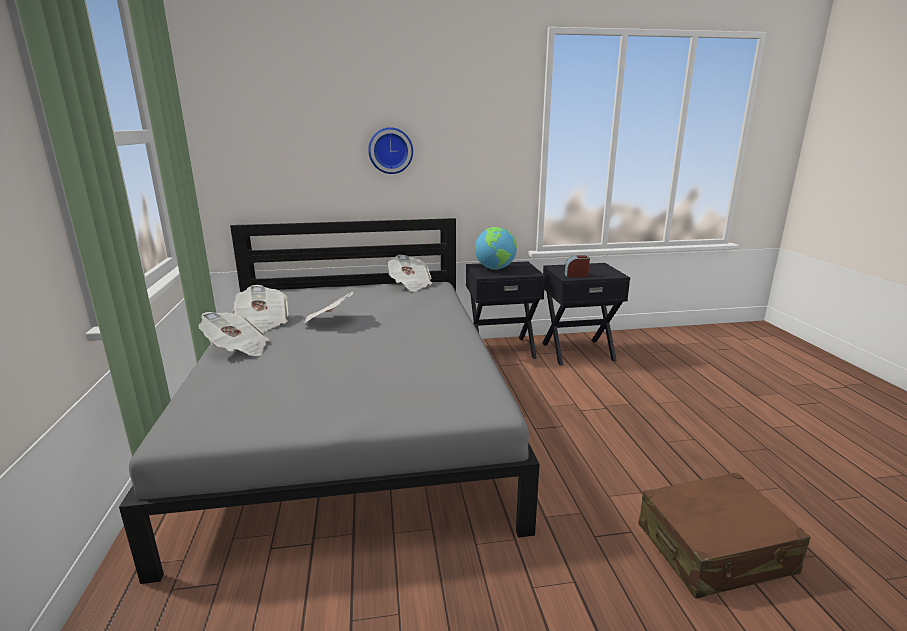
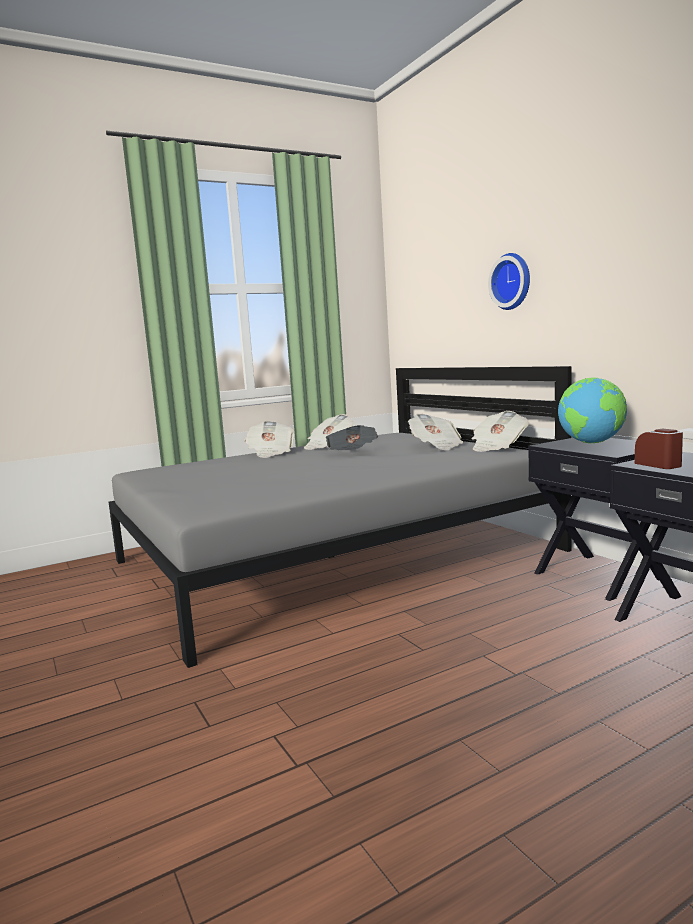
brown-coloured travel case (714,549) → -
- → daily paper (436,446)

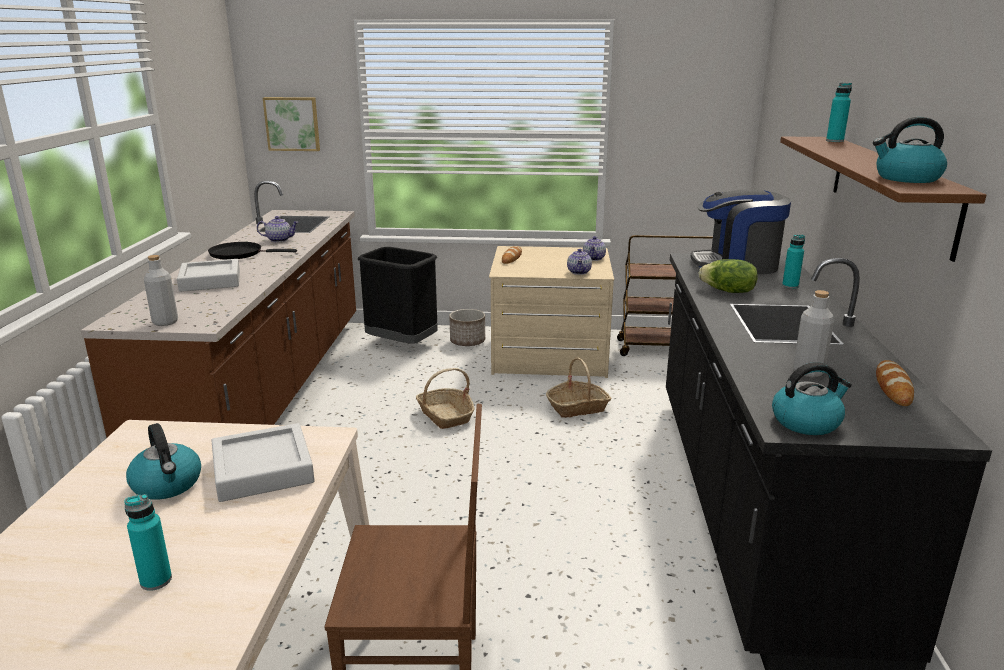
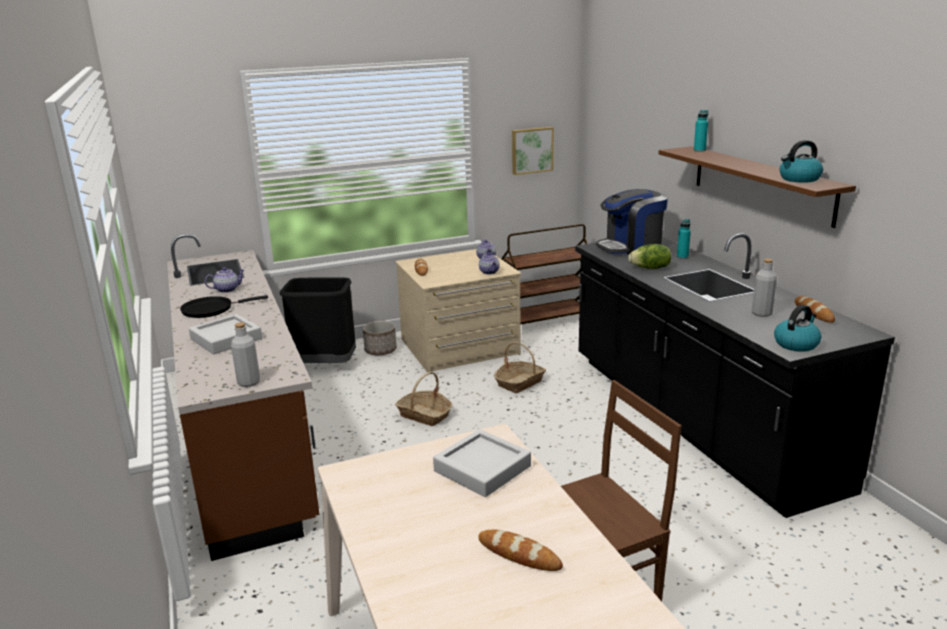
wall picture (292,124) → wall picture (531,150), moved
tea kettle (167,485) → -
blue-green drink bottle (156,580) → bakery bread (519,554)

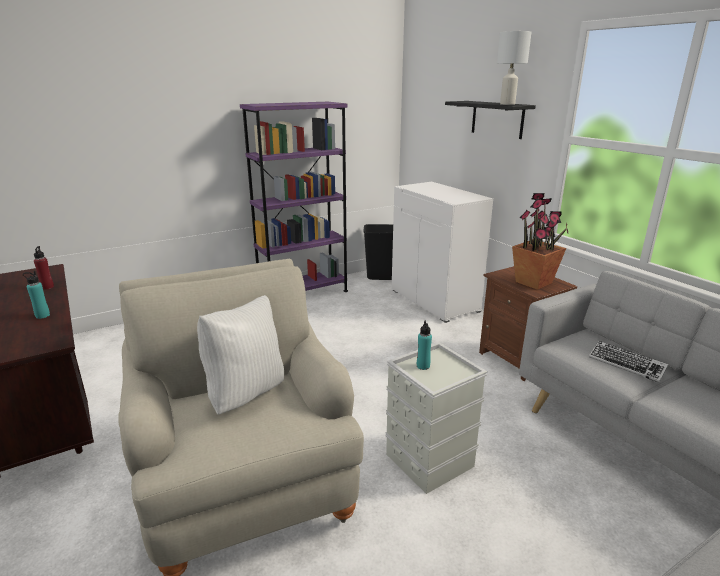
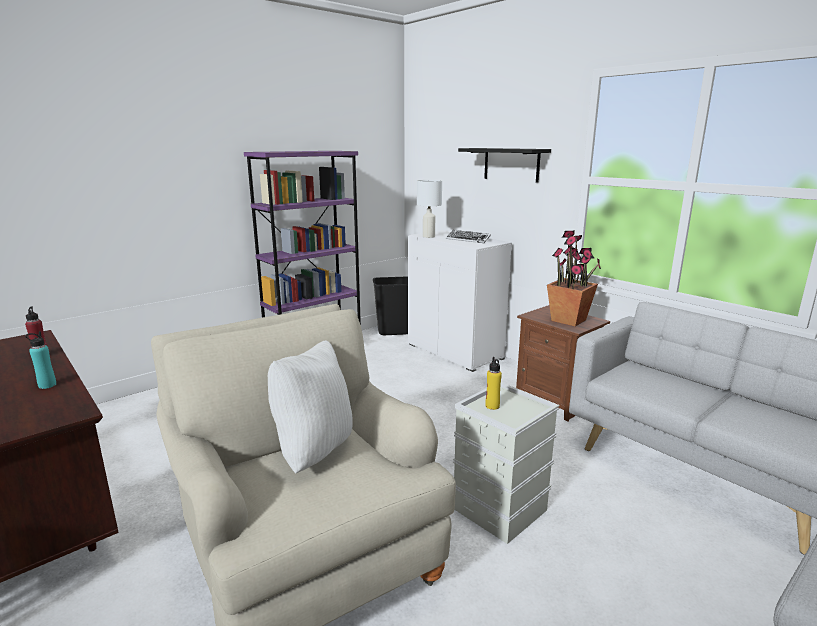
white-coloured lamp for a table (507,104) → white-coloured lamp for a table (429,236), moved
blue-green drink bottle (423,366) → yellow drink bottle (492,406)
keyboard (626,364) → keyboard (468,239), moved

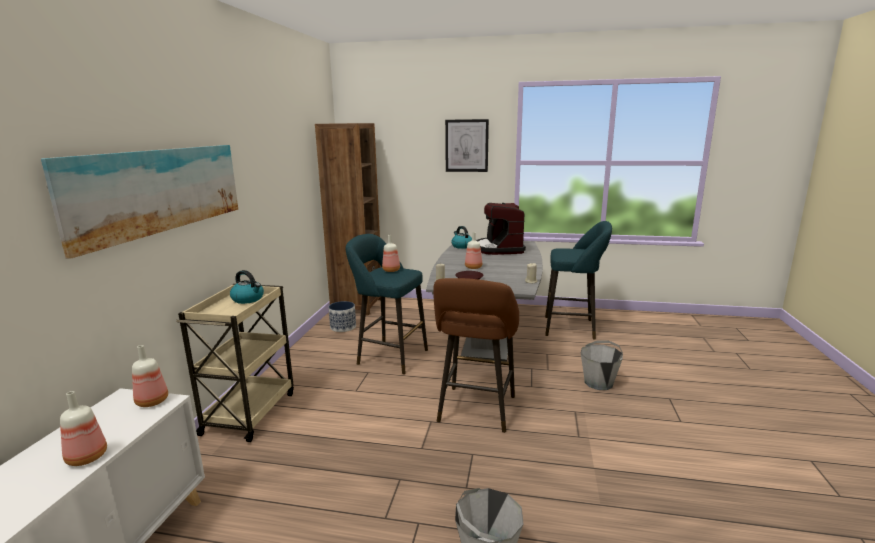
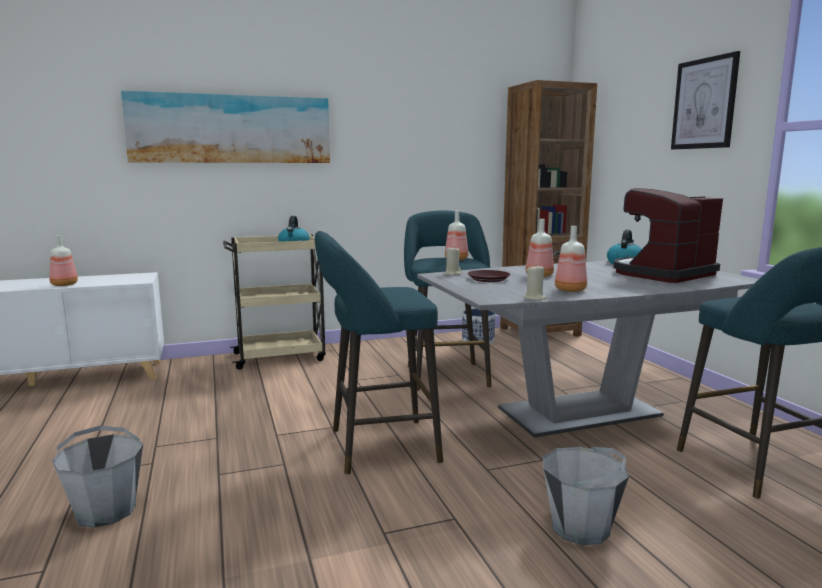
brown-coloured sitting stool (475,411) → blue-green sitting stool (377,446)
drink bottle (151,401) → drink bottle (570,290), moved

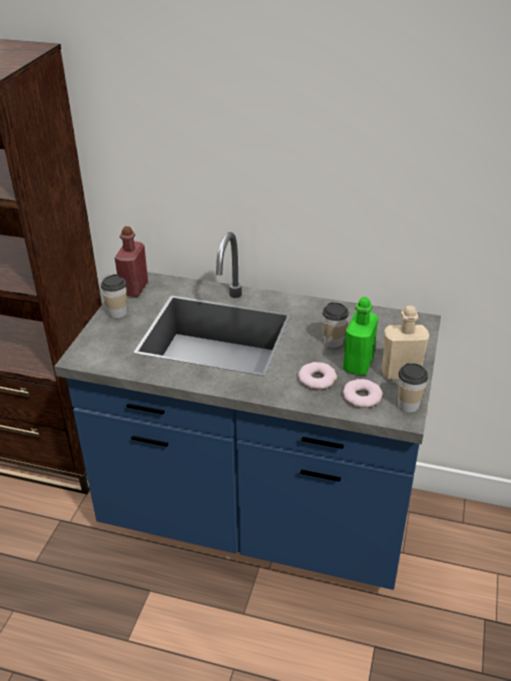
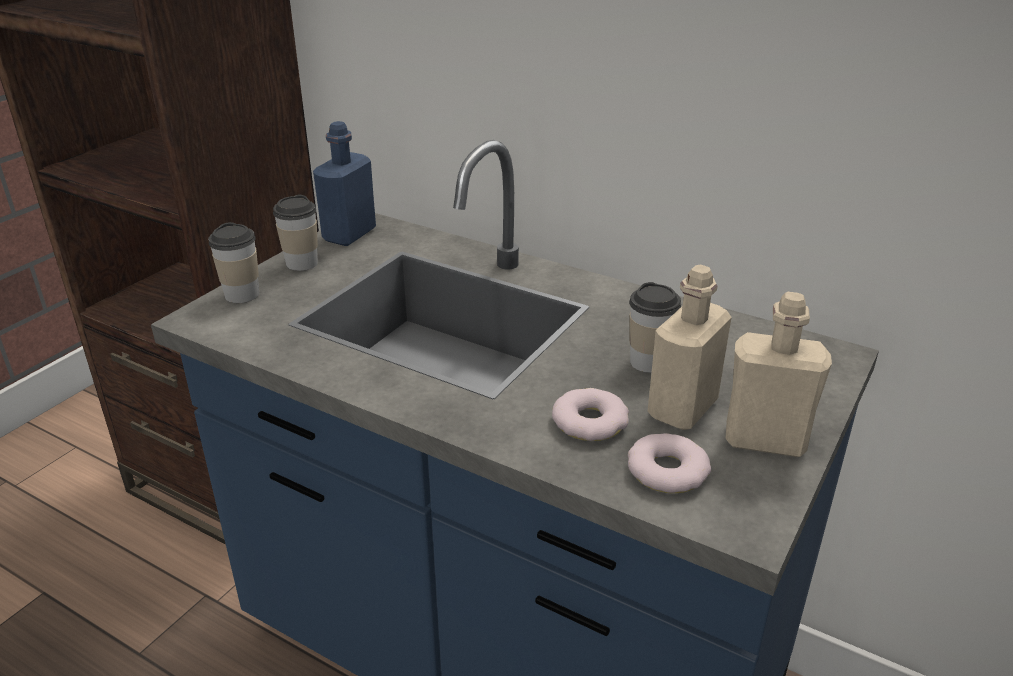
red-coloured drink bottle (134,288) → bluish drink bottle (349,234)
green drink bottle (358,364) → sand-coloured drink bottle (682,408)
small cup (408,405) → small cup (242,294), moved

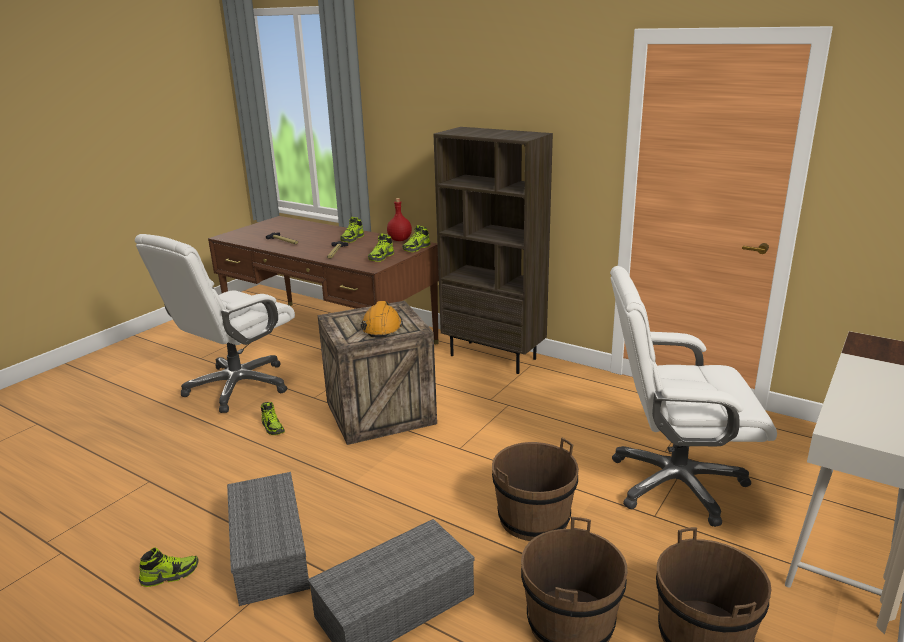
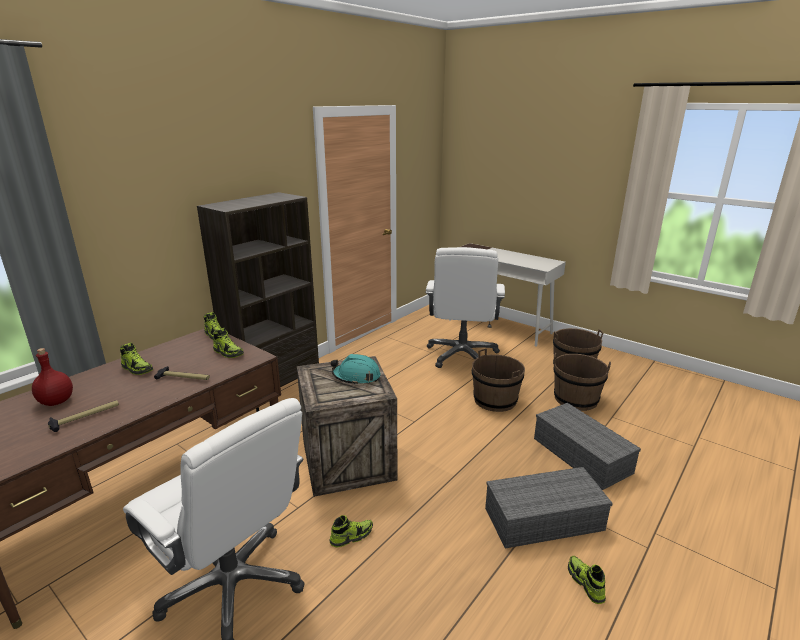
red-coloured drink bottle (400,240) → red-coloured drink bottle (57,401), moved
orange-coloured work helmet (382,327) → blue-green work helmet (356,377)

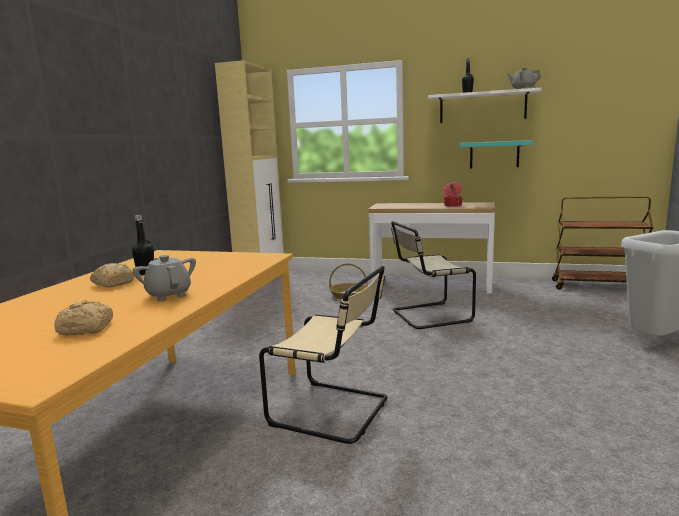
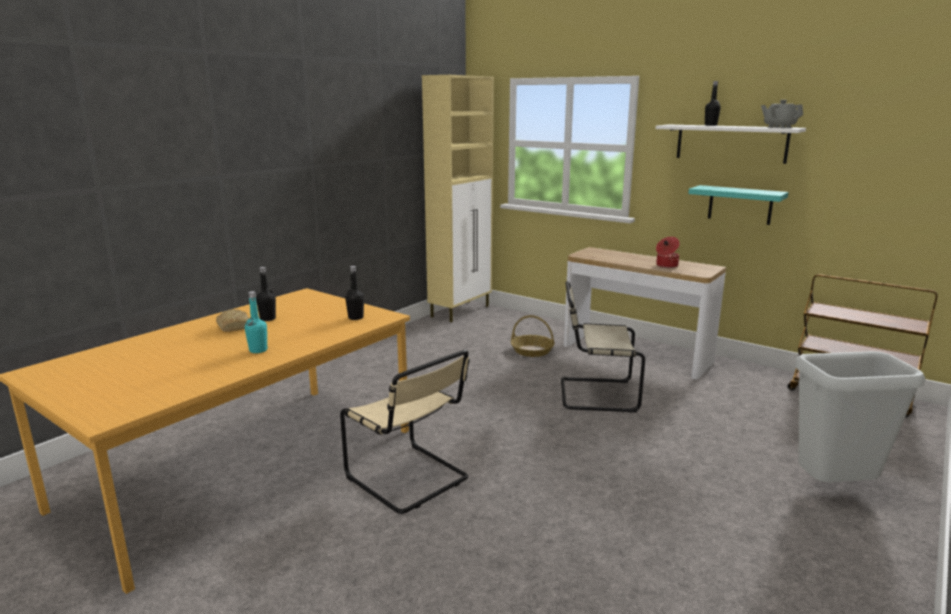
gray tea pot (169,295) → blue-green drink bottle (258,350)
bakery bread (87,329) → -
- → black-coloured drink bottle (355,317)

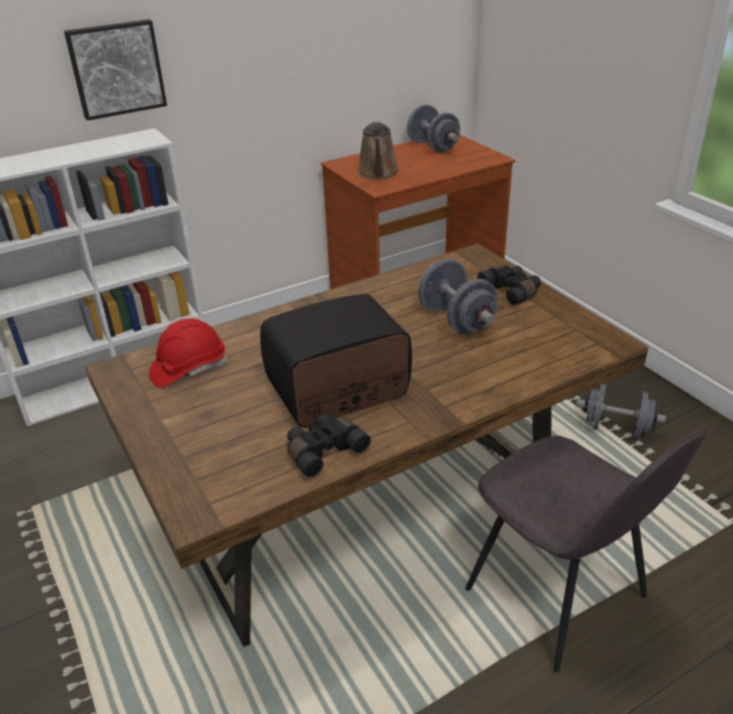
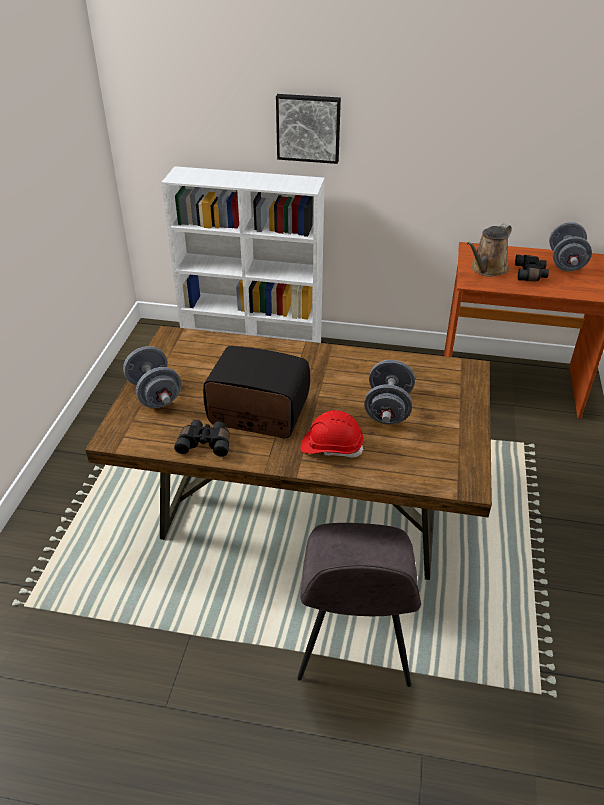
black-coloured field glasses (512,291) → black-coloured field glasses (530,274), moved
red-coloured work helmet (188,368) → red-coloured work helmet (331,447), moved
gray hand weight (616,428) → gray hand weight (155,394), moved

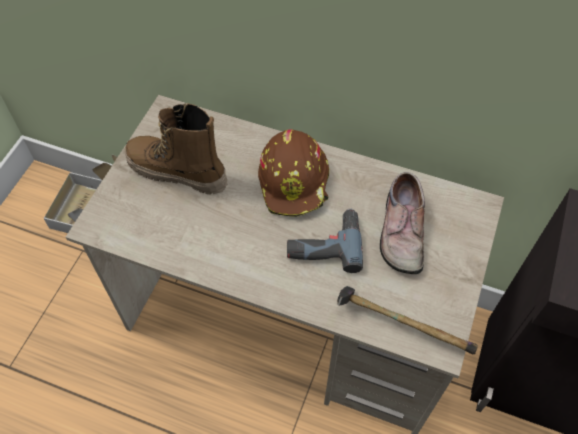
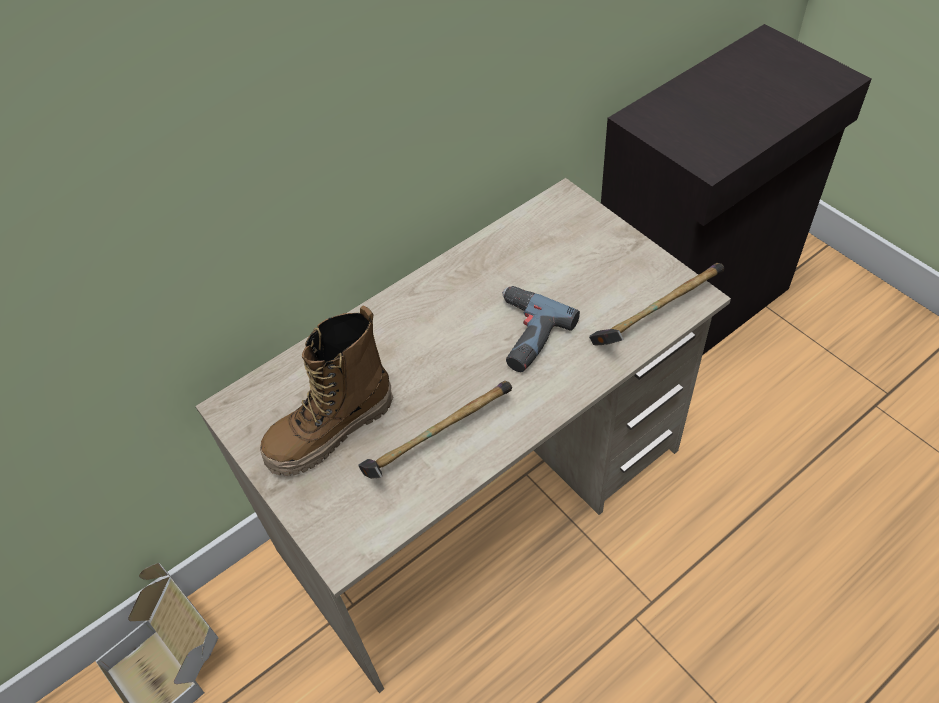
brown-coloured work helmet (295,181) → -
low shoe (400,231) → -
- → tool hammer (435,441)

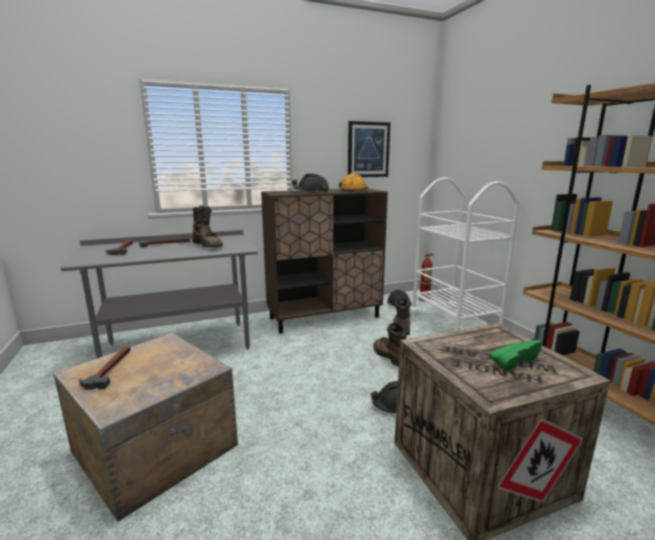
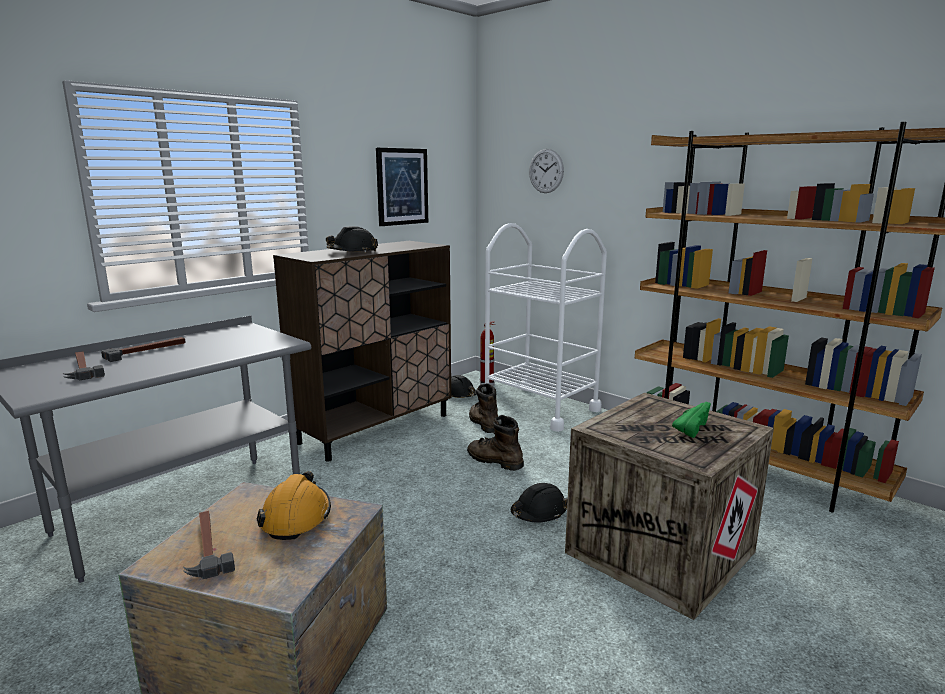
orange-coloured work helmet (353,190) → orange-coloured work helmet (296,517), moved
brown-coloured high-top boot (208,245) → -
- → hanging clock (546,171)

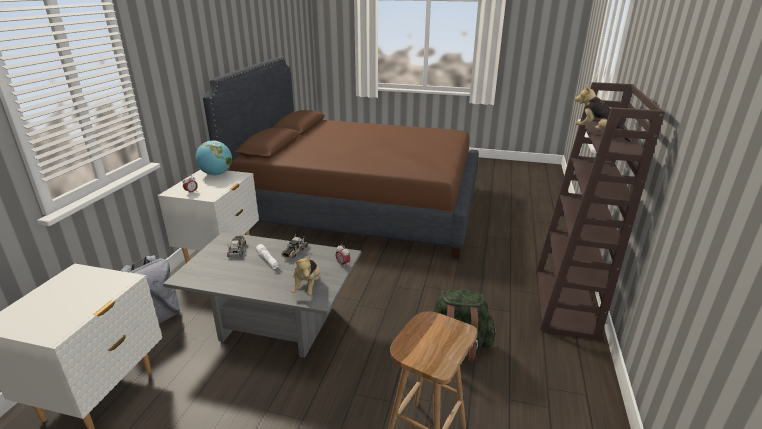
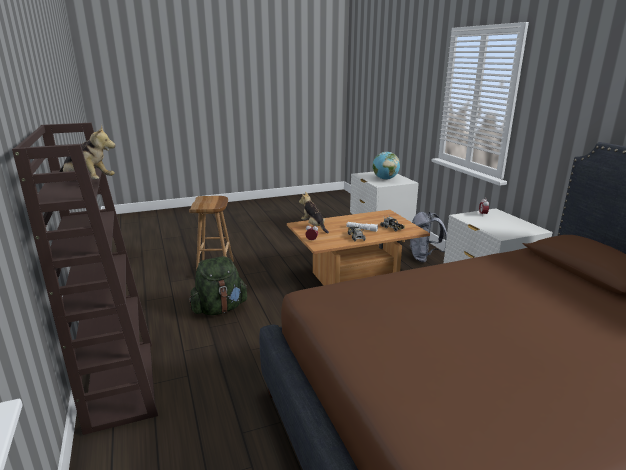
world globe (216,174) → world globe (385,179), moved
gray lounge table (275,325) → brown-coloured lounge table (354,278)

